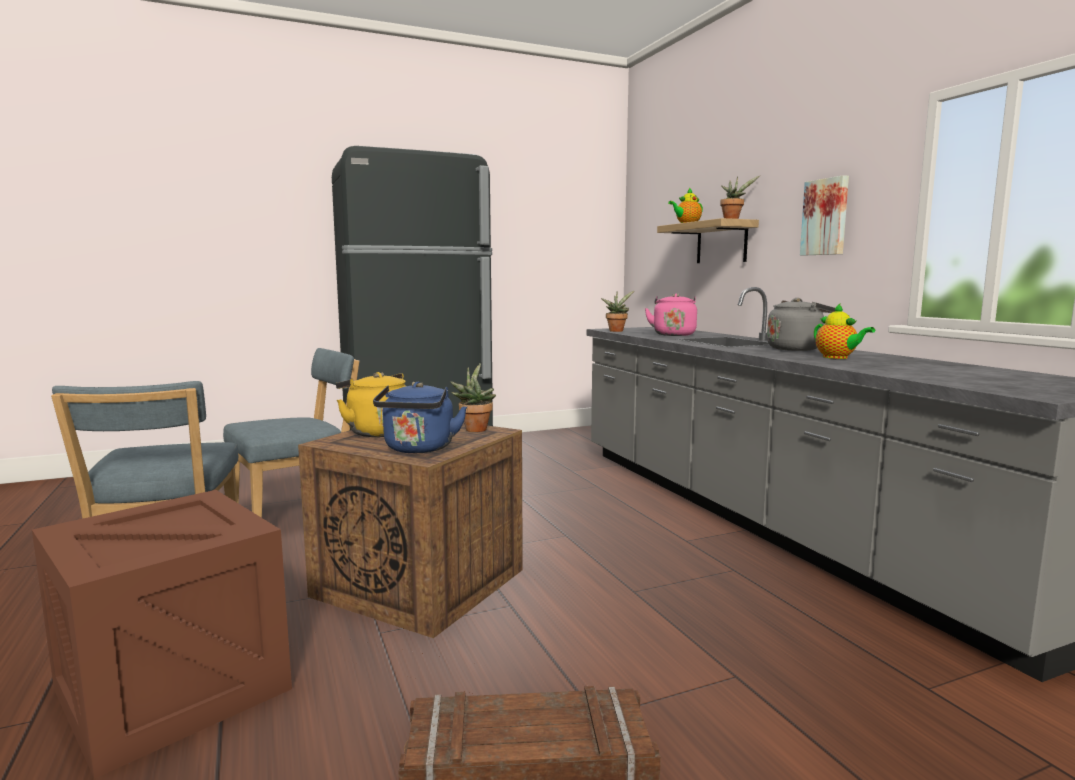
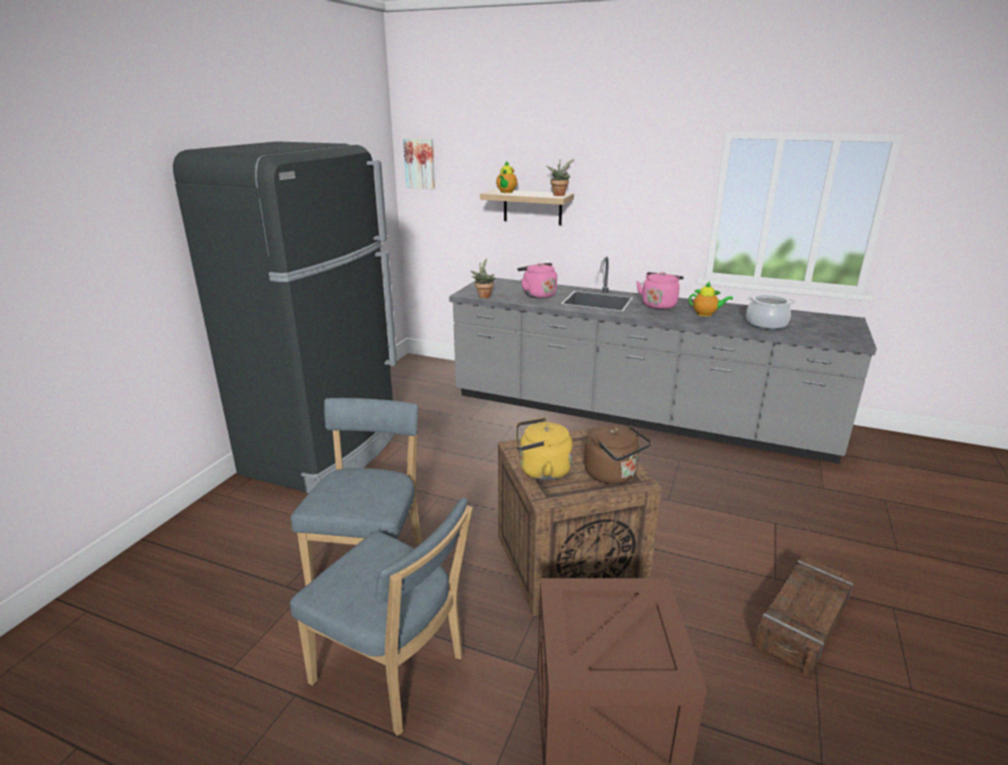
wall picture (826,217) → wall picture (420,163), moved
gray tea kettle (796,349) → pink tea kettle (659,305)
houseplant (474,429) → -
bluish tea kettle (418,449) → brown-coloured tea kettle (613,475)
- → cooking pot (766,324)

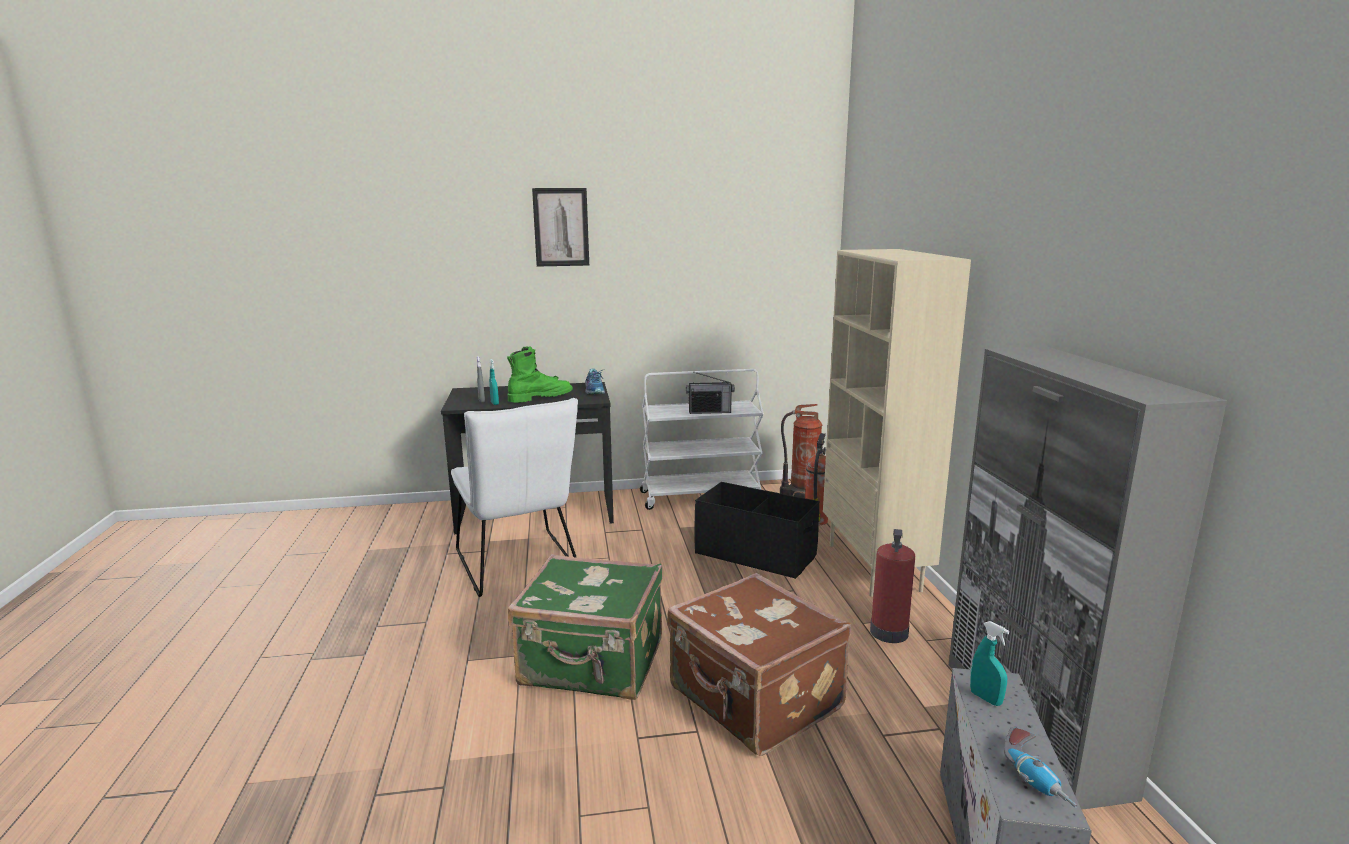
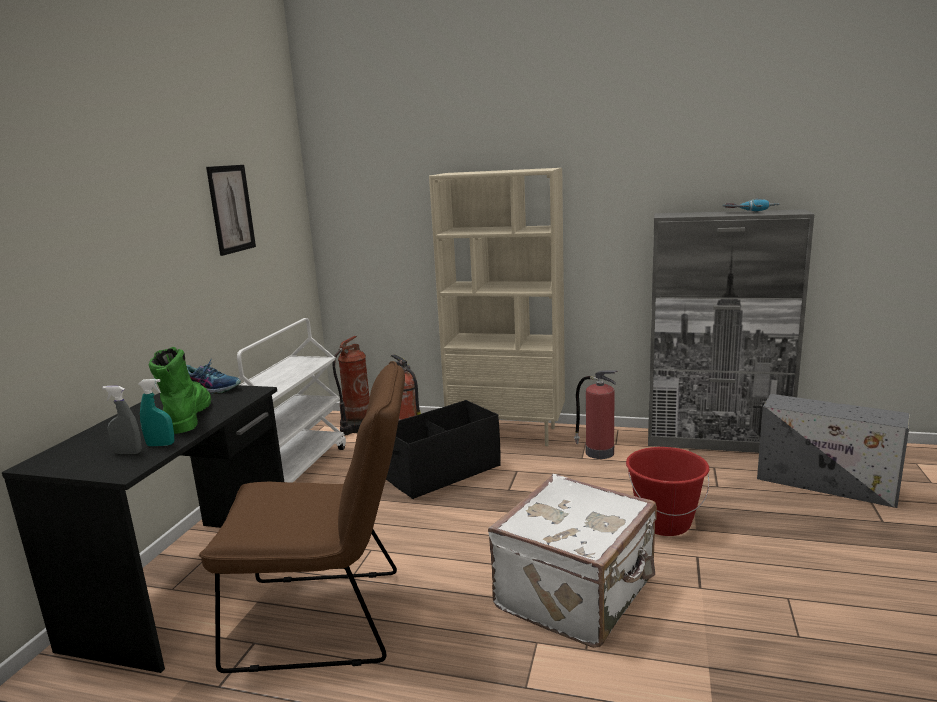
wall picture (561,227) → wall picture (231,209), moved
radio set (709,412) → -
white-coloured upright chair (519,567) → brown-coloured upright chair (330,618)
green travel case (592,664) → white-coloured travel case (578,594)
brown-coloured travel case (754,700) → red-coloured pail (664,523)
blue-green hand sprayer (985,698) → -
drill (1038,776) → drill (750,211), moved

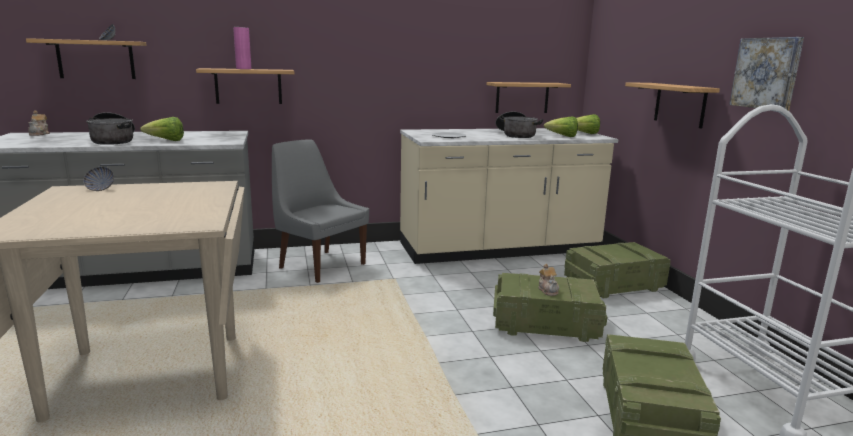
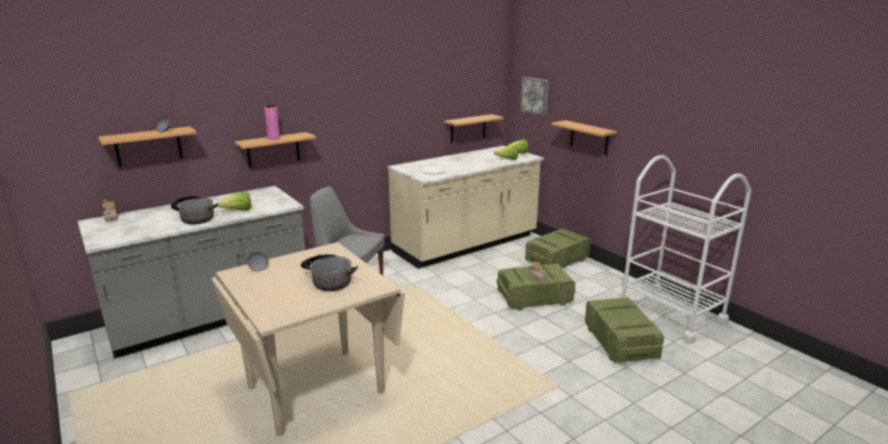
wall picture (767,73) → wall picture (535,95), moved
cooking pot (516,135) → cooking pot (328,280), moved

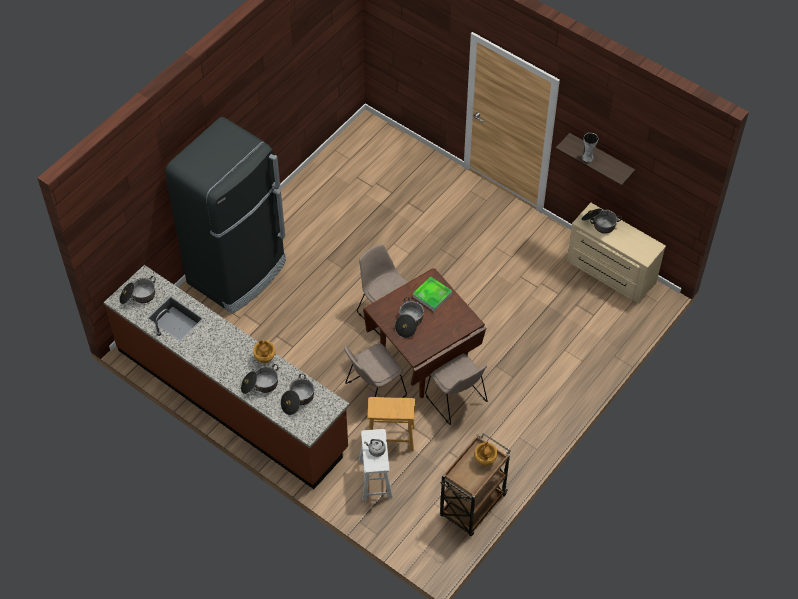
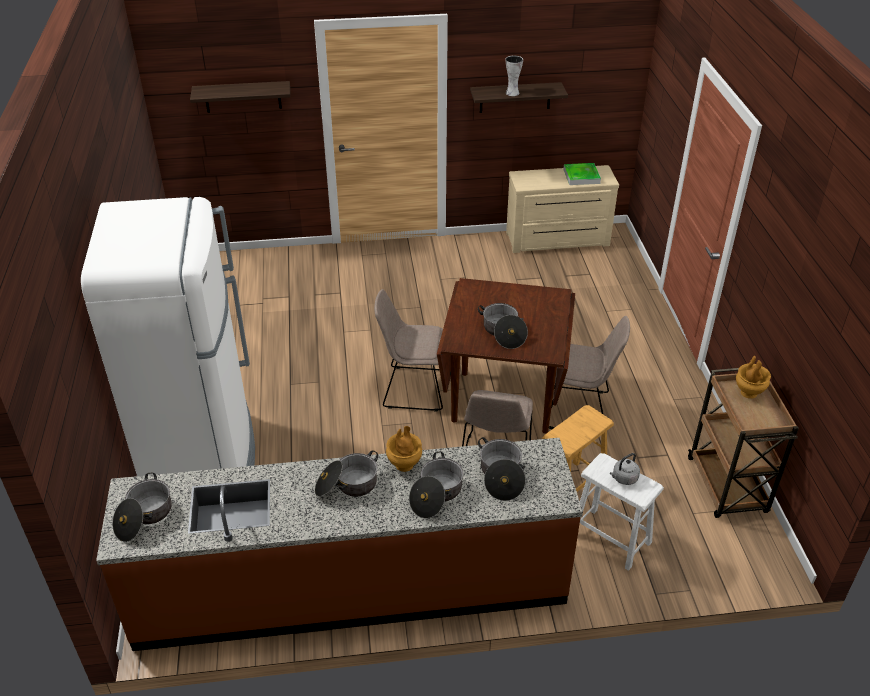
black-coloured fridge (238,273) → white-coloured fridge (203,460)
cooking pot (599,223) → cooking pot (347,485), moved
serving tray (432,295) → serving tray (581,176), moved
- → wall shelf (242,96)

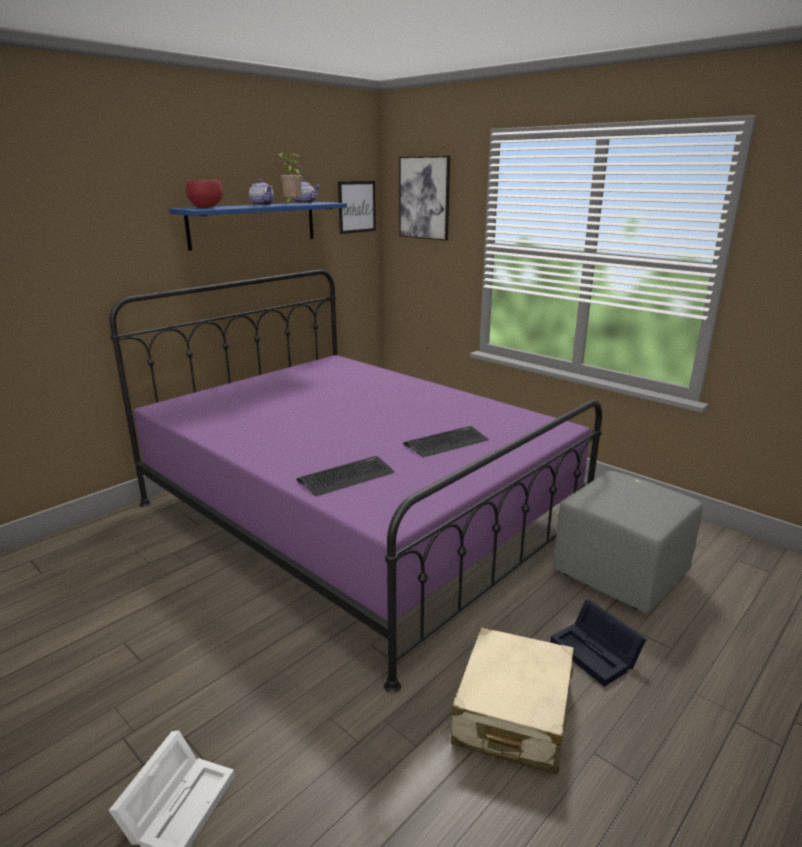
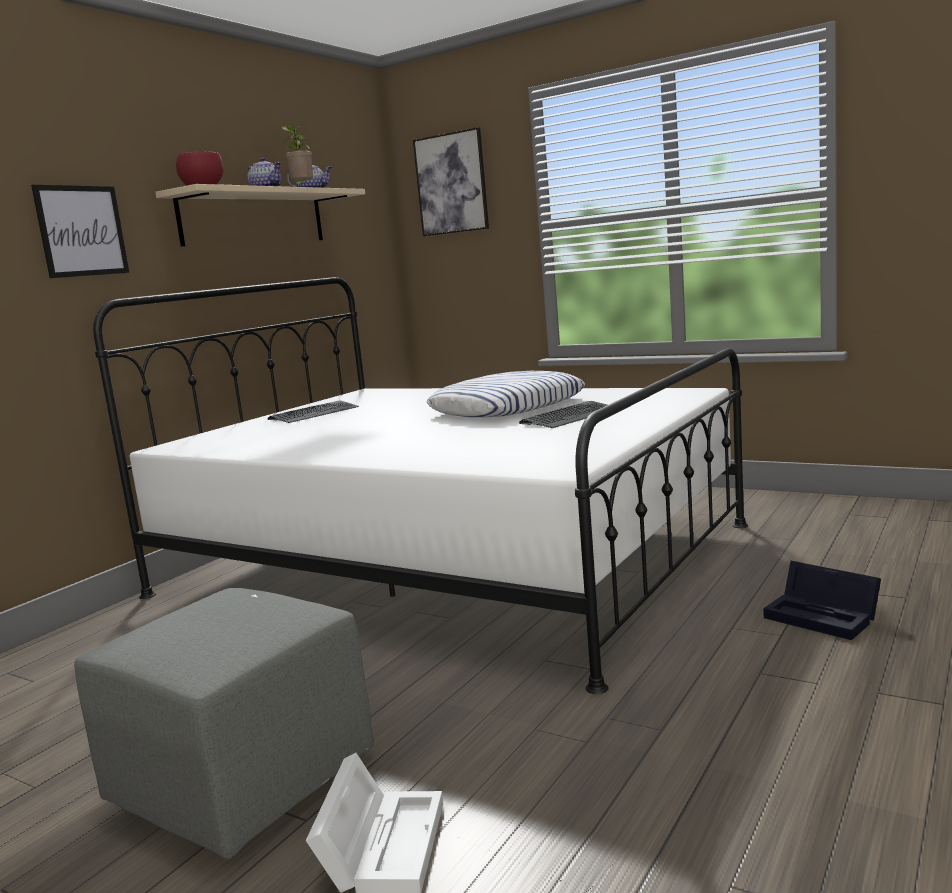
wall picture (357,207) → wall picture (81,231), moved
bluish wall shelf (253,224) → sand-coloured wall shelf (254,218)
purple bed (356,517) → white-coloured bed (450,560)
keyboard (346,476) → keyboard (314,414), moved
gray footrest (620,572) → gray footrest (244,780), moved
sand-coloured travel case (513,714) → -
- → pillow (507,407)

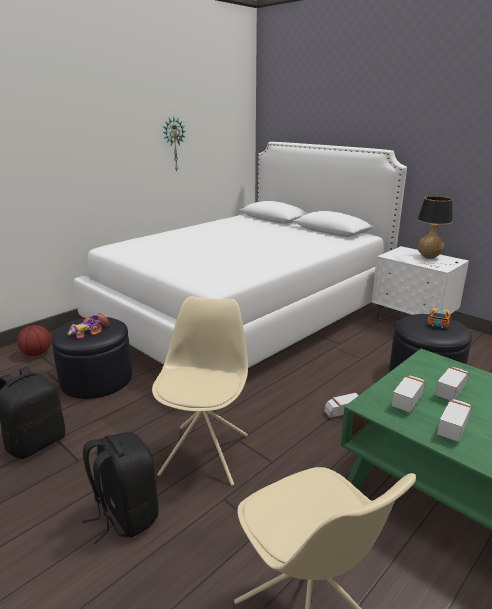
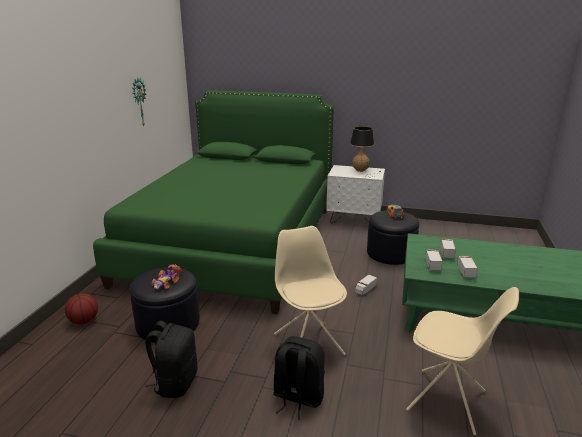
white-coloured bed (244,316) → green bed (234,243)

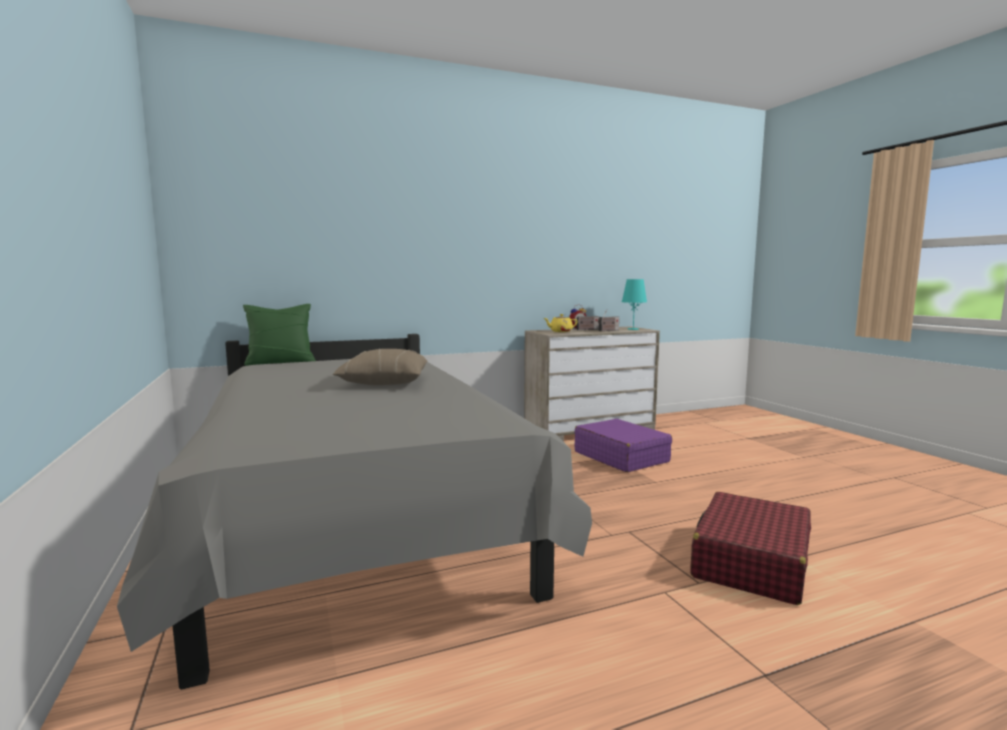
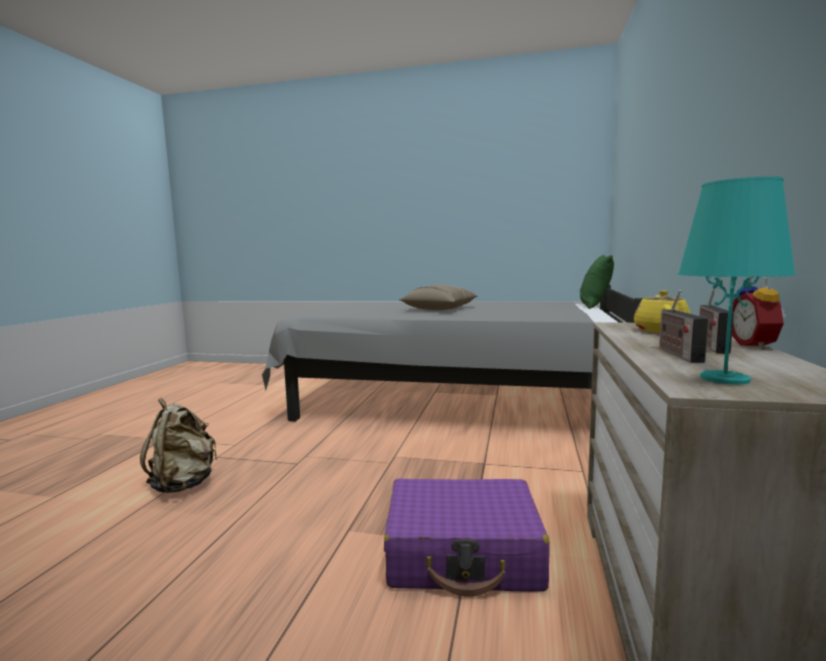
red-coloured travel case (750,562) → sand-coloured backpack (184,484)

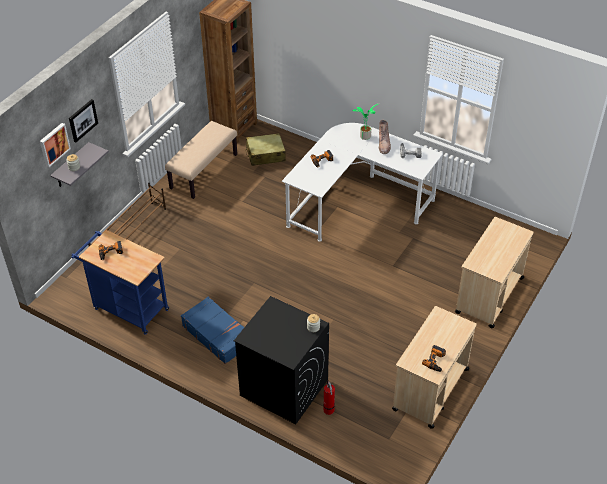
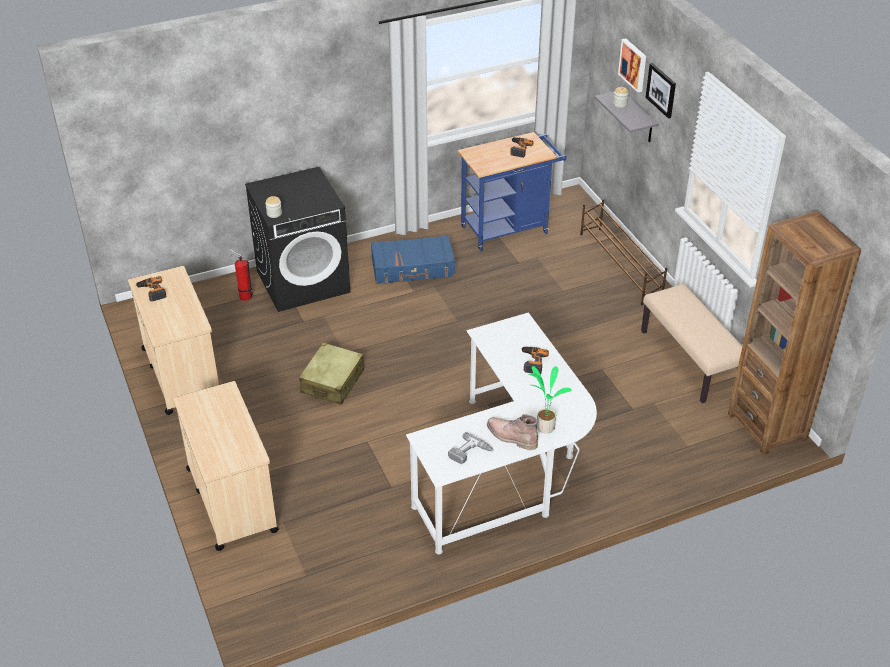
sand-coloured travel case (265,155) → sand-coloured travel case (333,381), moved

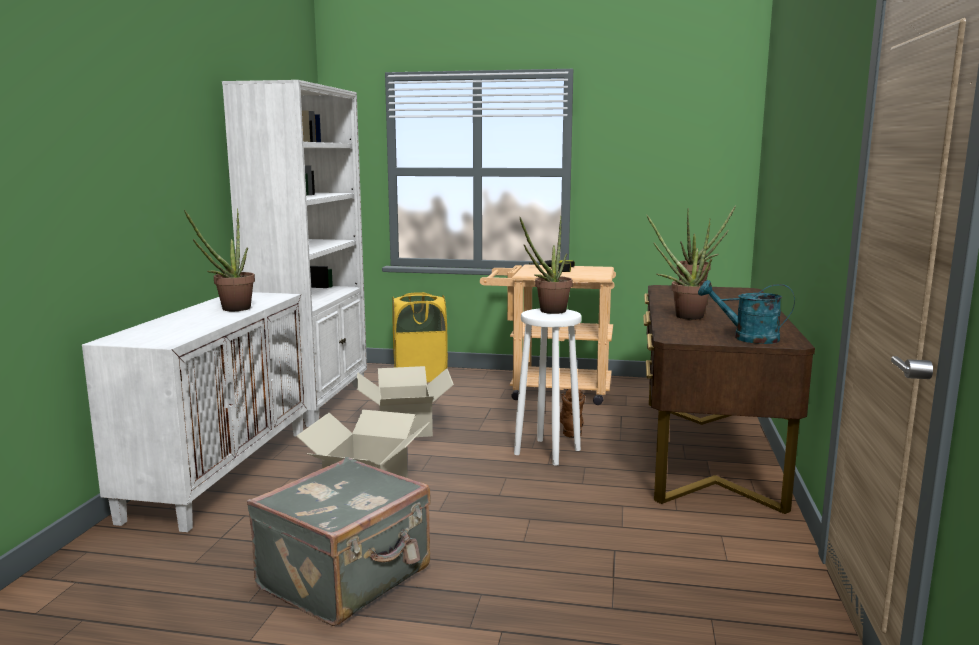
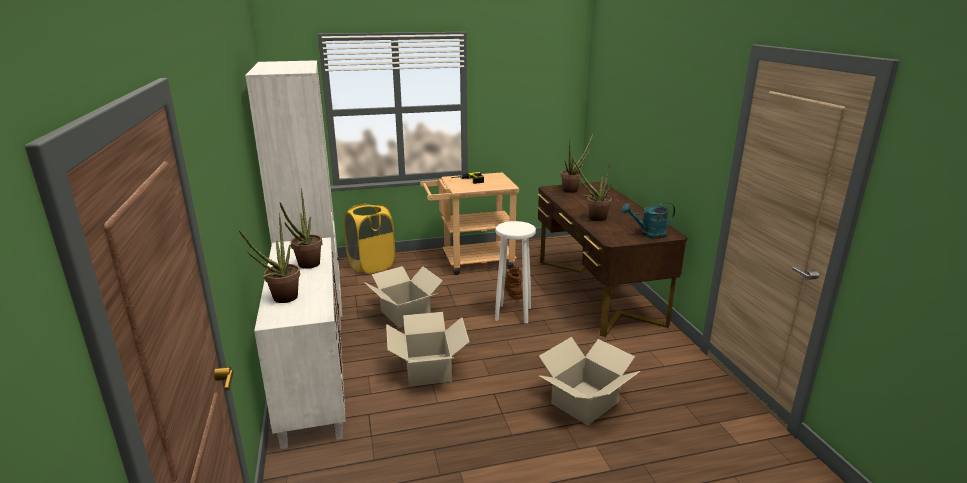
houseplant (548,311) → houseplant (281,300), moved
gray travel case (347,578) → -
- → cardboard box (585,402)

